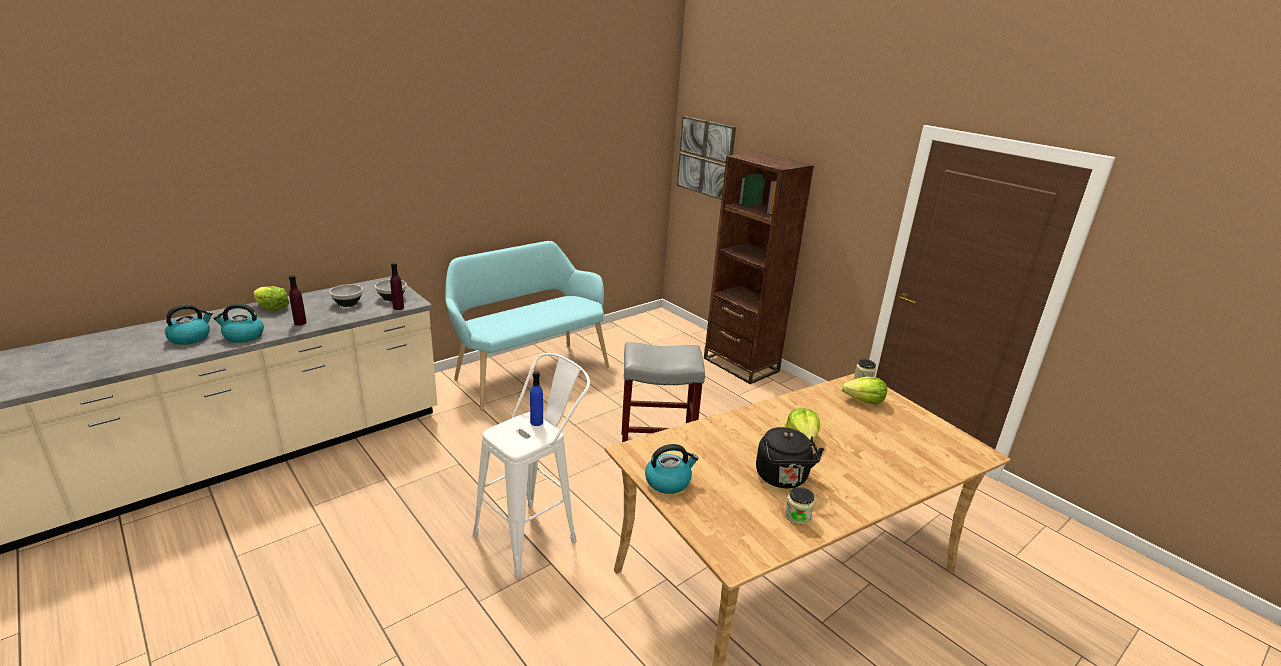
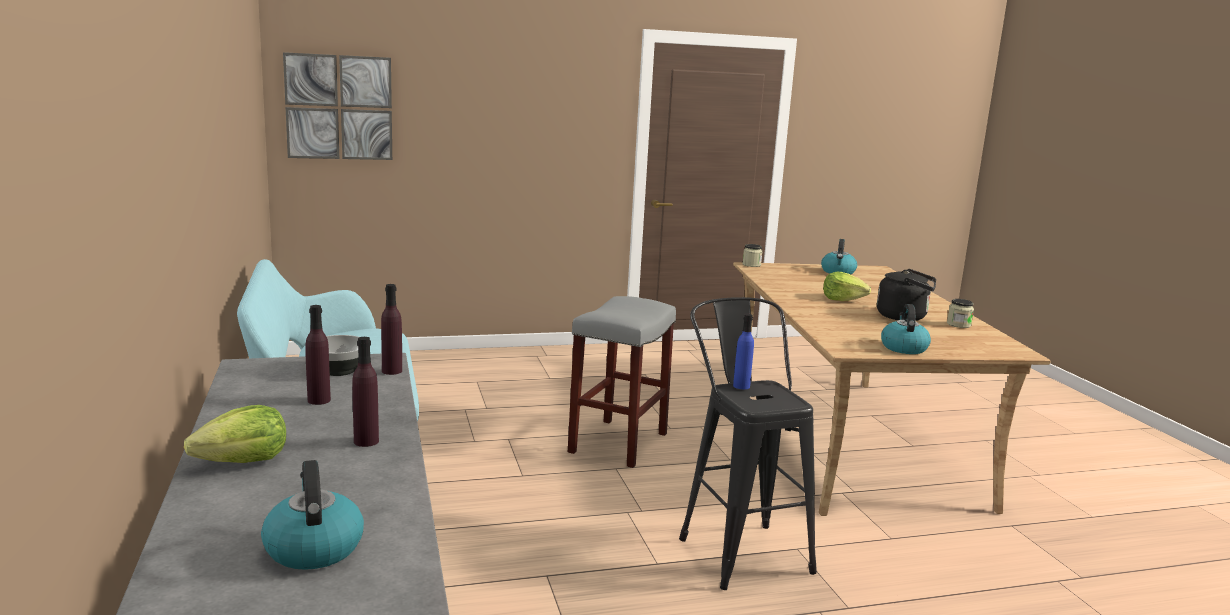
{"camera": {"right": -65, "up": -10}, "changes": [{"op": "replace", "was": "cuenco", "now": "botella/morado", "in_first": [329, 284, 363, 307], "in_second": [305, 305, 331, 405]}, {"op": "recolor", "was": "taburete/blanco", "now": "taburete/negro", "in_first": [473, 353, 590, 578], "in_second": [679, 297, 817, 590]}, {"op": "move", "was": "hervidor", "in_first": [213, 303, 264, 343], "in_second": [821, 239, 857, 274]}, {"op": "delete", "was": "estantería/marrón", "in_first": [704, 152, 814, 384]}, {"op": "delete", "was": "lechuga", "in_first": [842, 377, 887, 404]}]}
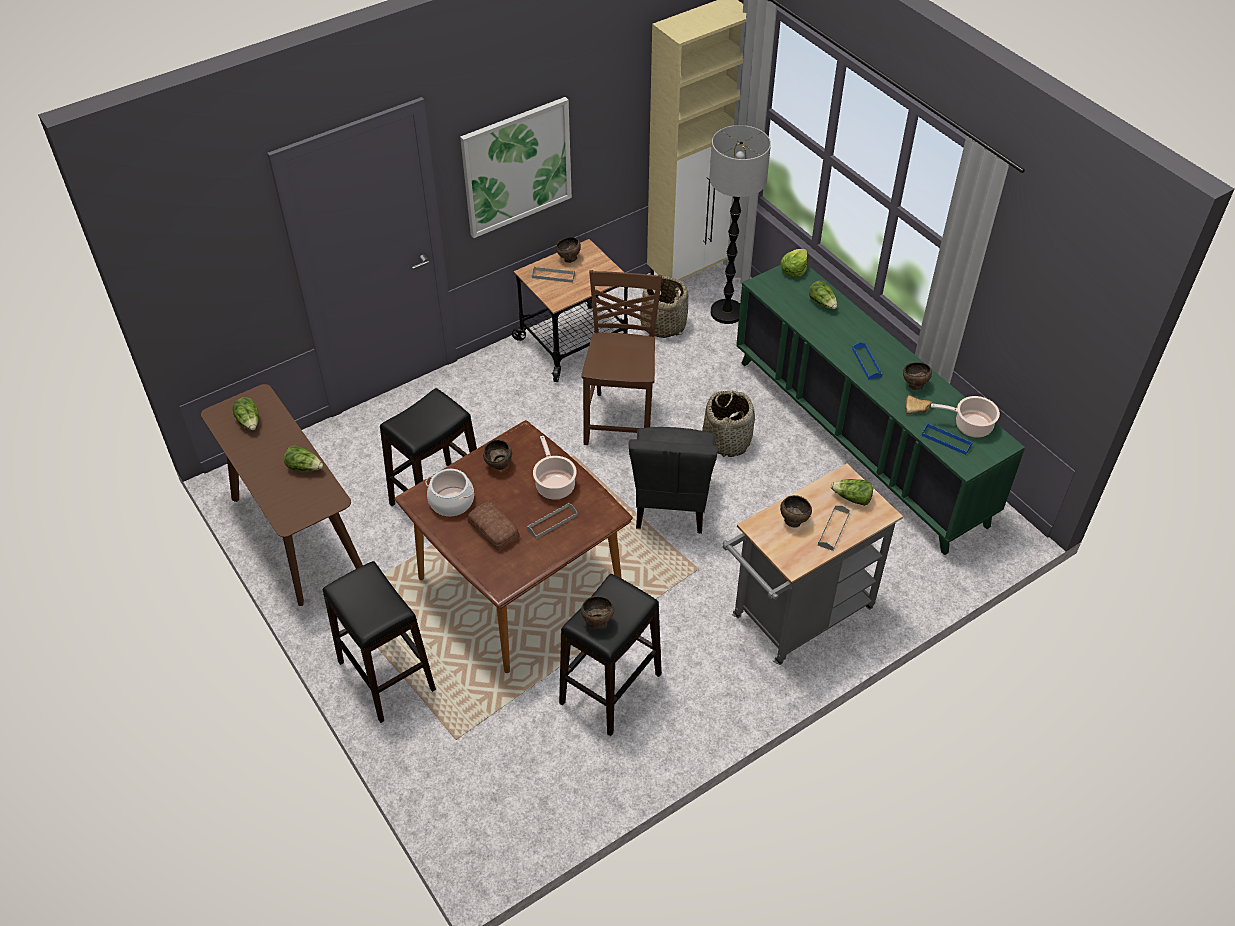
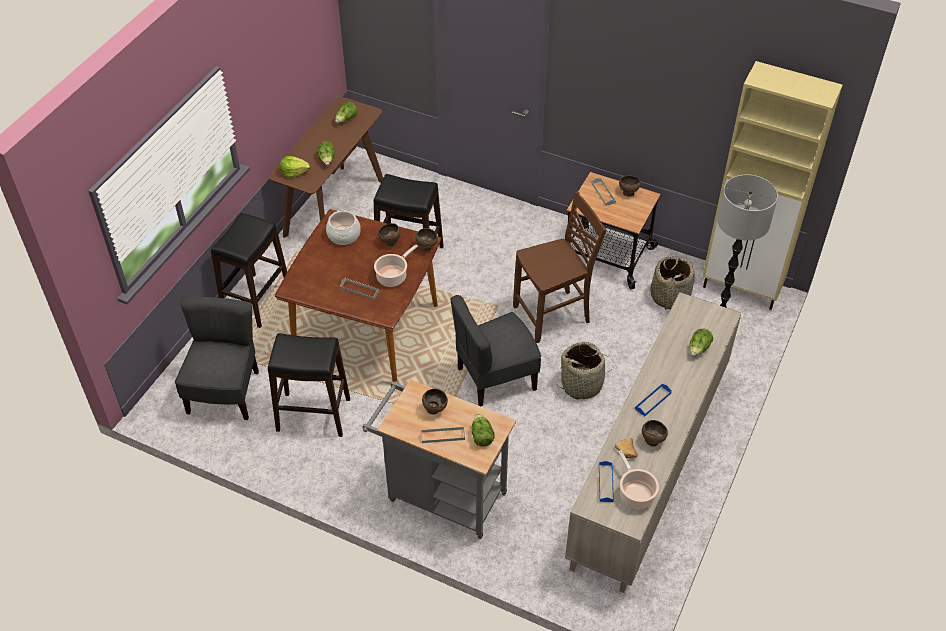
{"camera": {"right": 60, "up": 0}, "changes": [{"op": "insert", "now": "silla/gris", "in_second": [175, 296, 259, 420]}, {"op": "move", "was": "lechuga", "in_first": [780, 249, 807, 277], "in_second": [280, 156, 310, 178]}, {"op": "move", "was": "cuenco/marrón", "in_first": [581, 596, 614, 629], "in_second": [416, 228, 438, 251]}, {"op": "recolor", "was": "armario/verde", "now": "armario/beis", "in_first": [736, 265, 1025, 555], "in_second": [565, 292, 741, 593]}, {"op": "delete", "was": "cuadro", "in_first": [460, 97, 572, 238]}, {"op": "delete", "was": "pan", "in_first": [467, 502, 520, 551]}]}
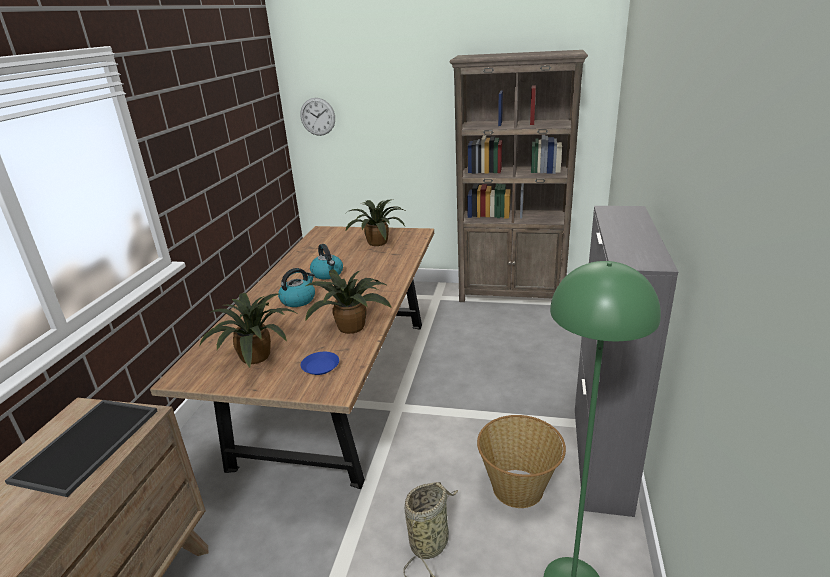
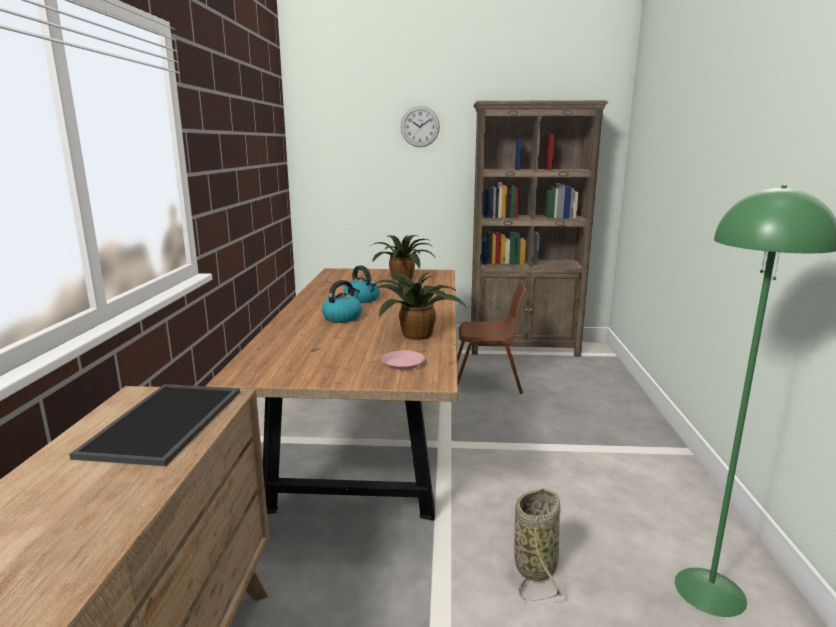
{"camera": {"right": -10, "up": -10}, "changes": [{"op": "recolor", "was": "plato/azul", "now": "plato/rosa", "in_first": [301, 352, 339, 375], "in_second": [381, 350, 425, 370]}, {"op": "move", "was": "reloj de pared", "in_first": [300, 98, 335, 136], "in_second": [401, 106, 440, 147]}, {"op": "insert", "now": "silla/marrón", "in_second": [457, 283, 526, 394]}, {"op": "delete", "was": "planta en maceta", "in_first": [199, 293, 296, 368]}, {"op": "delete", "was": "cesta", "in_first": [477, 415, 566, 508]}, {"op": "delete", "was": "armario/gris", "in_first": [575, 206, 678, 517]}]}
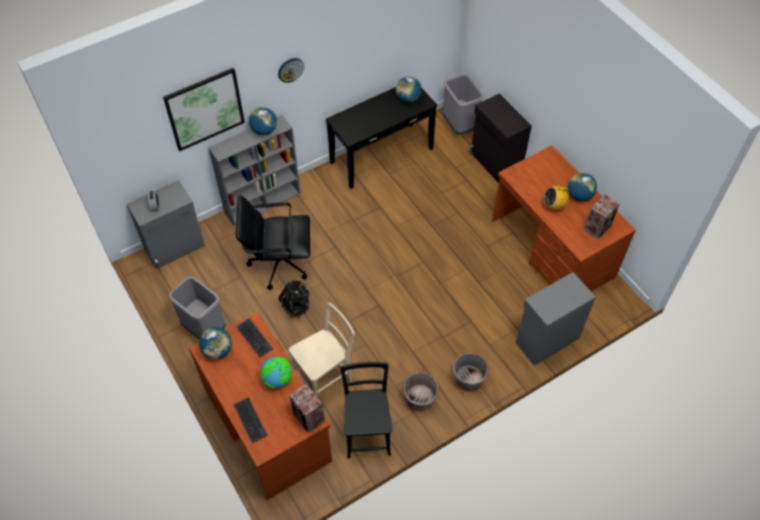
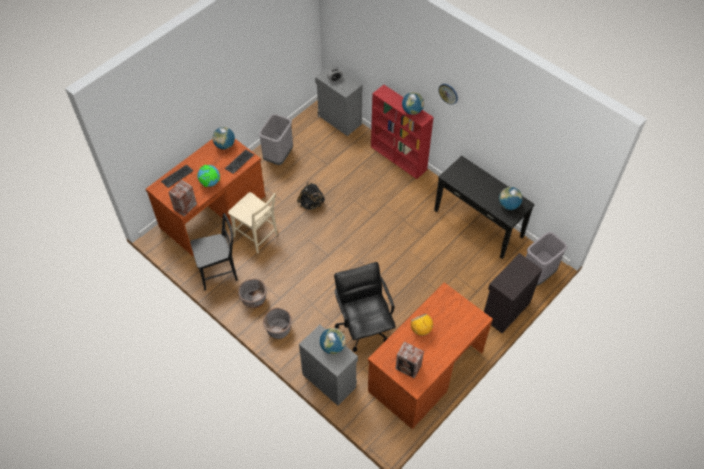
{"camera": {"right": 75, "up": 0}, "changes": [{"op": "move", "was": "globo terráqueo", "in_first": [568, 173, 597, 201], "in_second": [320, 328, 346, 354]}, {"op": "move", "was": "silla de oficina/negro", "in_first": [236, 195, 310, 290], "in_second": [334, 262, 396, 352]}, {"op": "recolor", "was": "estantería/gris", "now": "estantería/rojo", "in_first": [208, 115, 301, 226], "in_second": [371, 85, 434, 179]}, {"op": "delete", "was": "cuadro", "in_first": [163, 68, 245, 151]}]}
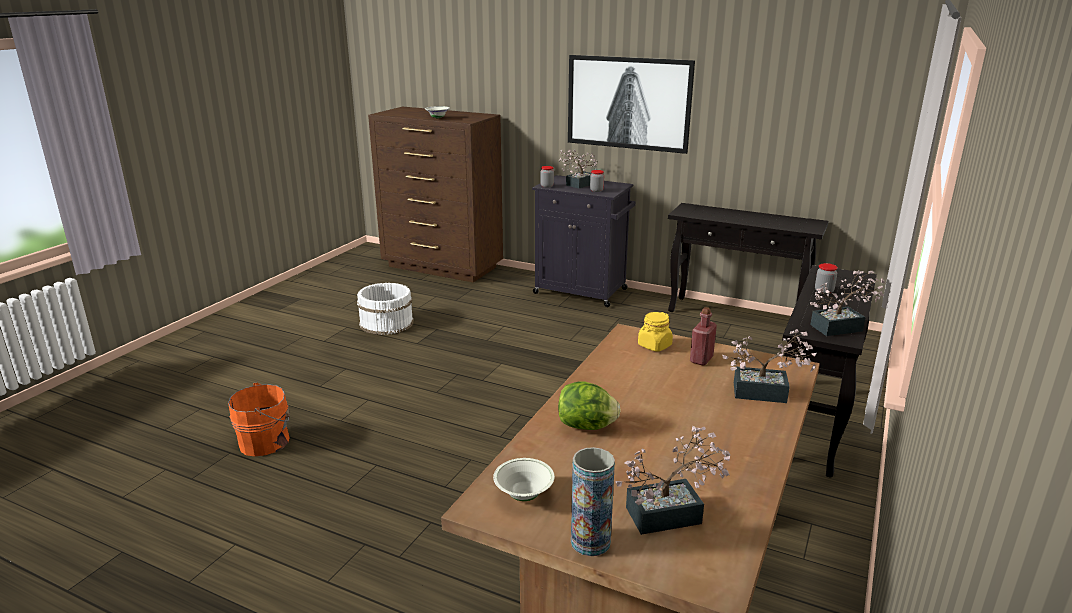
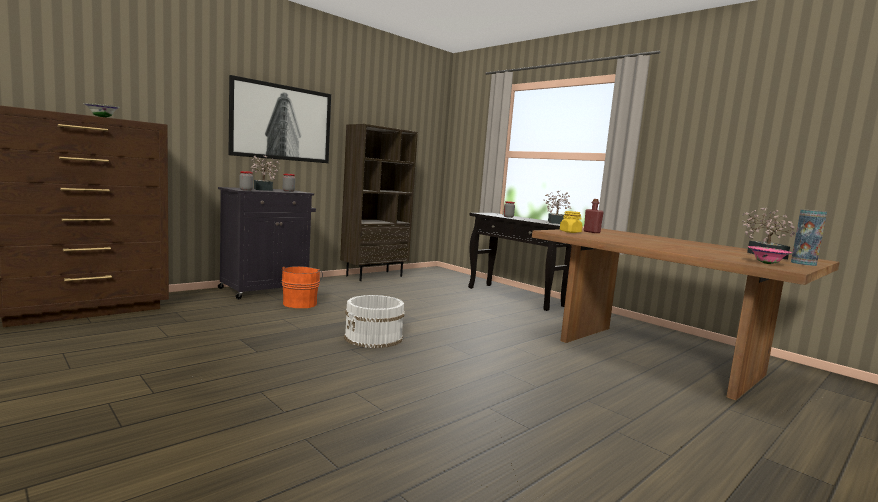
{"camera": {"right": -70, "up": -15}, "changes": [{"op": "move", "was": "cubo/naranja", "in_first": [228, 382, 290, 456], "in_second": [281, 266, 323, 308]}, {"op": "replace", "was": "mesa consola/negro", "now": "estantería/marrón", "in_first": [668, 203, 829, 312], "in_second": [340, 124, 418, 281]}, {"op": "move", "was": "cubo/blanco", "in_first": [357, 283, 414, 335], "in_second": [344, 295, 405, 348]}, {"op": "recolor", "was": "cuenco/blanco", "now": "cuenco/rosa", "in_first": [493, 458, 555, 501], "in_second": [748, 246, 792, 264]}, {"op": "delete", "was": "lechuga", "in_first": [558, 381, 621, 430]}, {"op": "delete", "was": "planta en maceta", "in_first": [723, 329, 816, 403]}]}
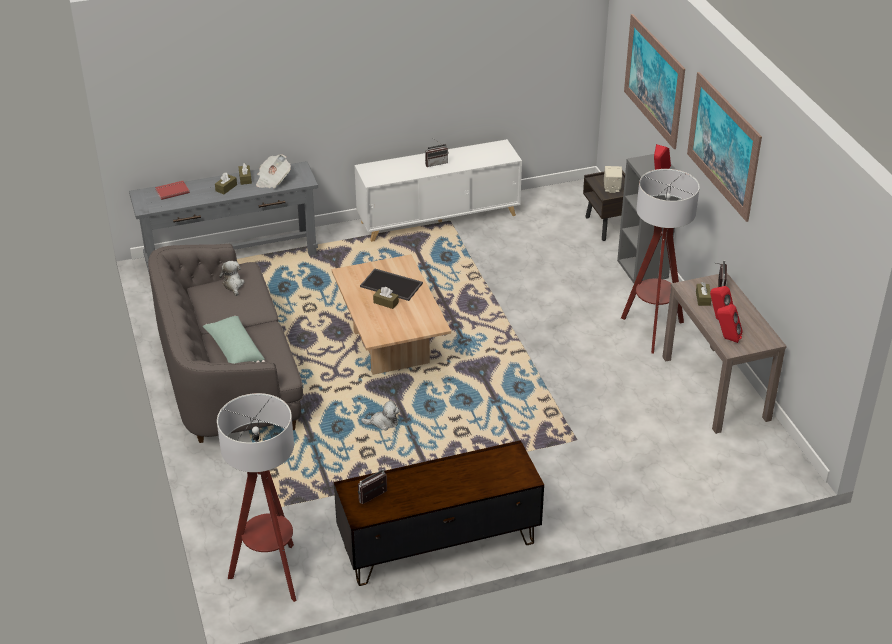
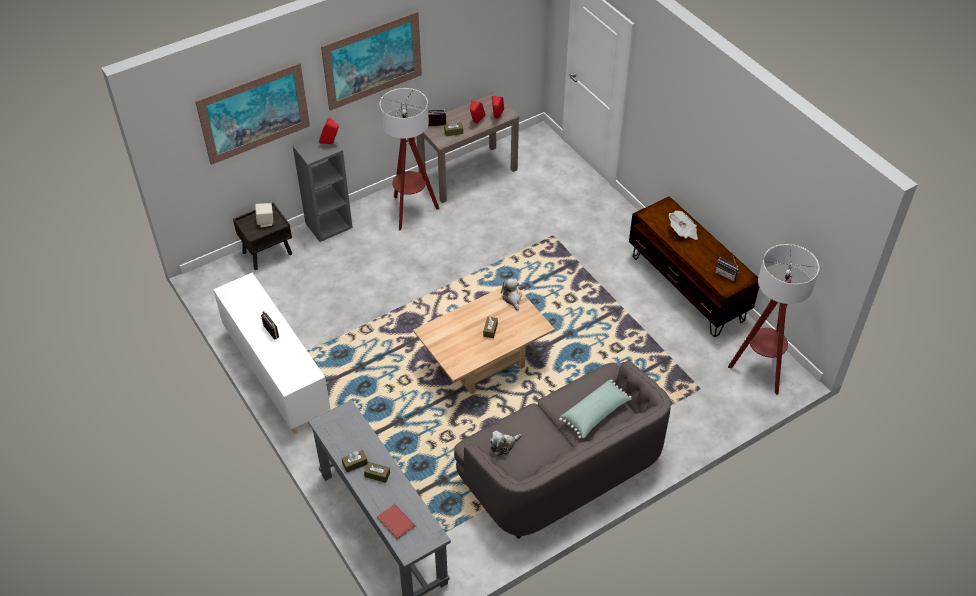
{"camera": {"right": -105, "up": 10}, "changes": [{"op": "move", "was": "peluche", "in_first": [361, 401, 400, 431], "in_second": [501, 278, 522, 311]}, {"op": "move", "was": "periódico", "in_first": [256, 154, 291, 188], "in_second": [669, 211, 698, 240]}, {"op": "delete", "was": "bandeja", "in_first": [360, 269, 423, 301]}]}
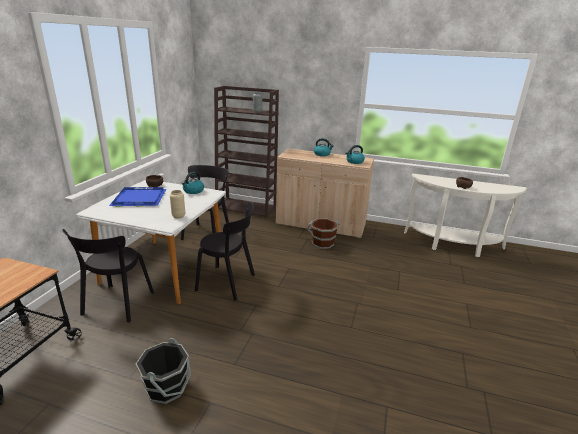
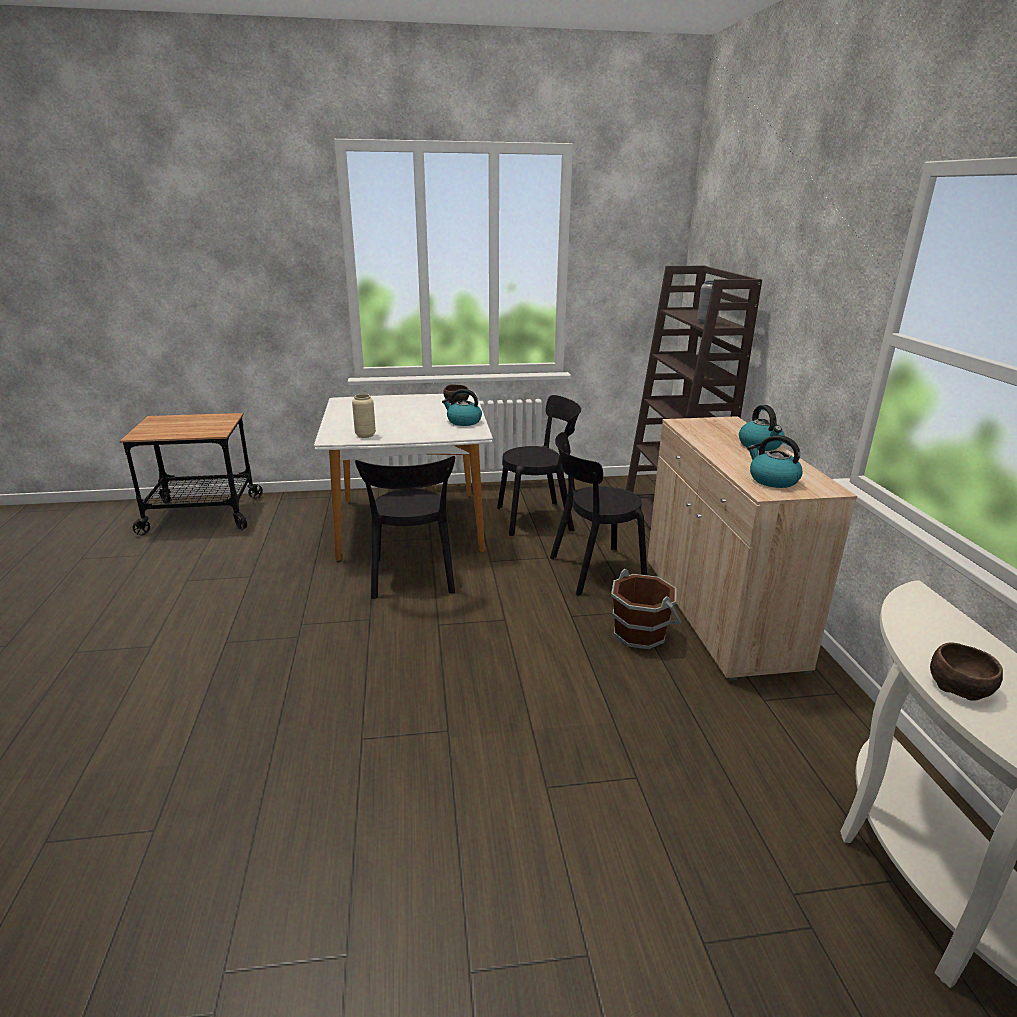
{"camera": {"right": 65, "up": 0}, "changes": [{"op": "move", "was": "silla/negro", "in_first": [63, 229, 154, 322], "in_second": [550, 432, 647, 596]}, {"op": "delete", "was": "bandeja/azul", "in_first": [109, 187, 166, 207]}, {"op": "delete", "was": "cubo/negro", "in_first": [136, 338, 191, 404]}]}
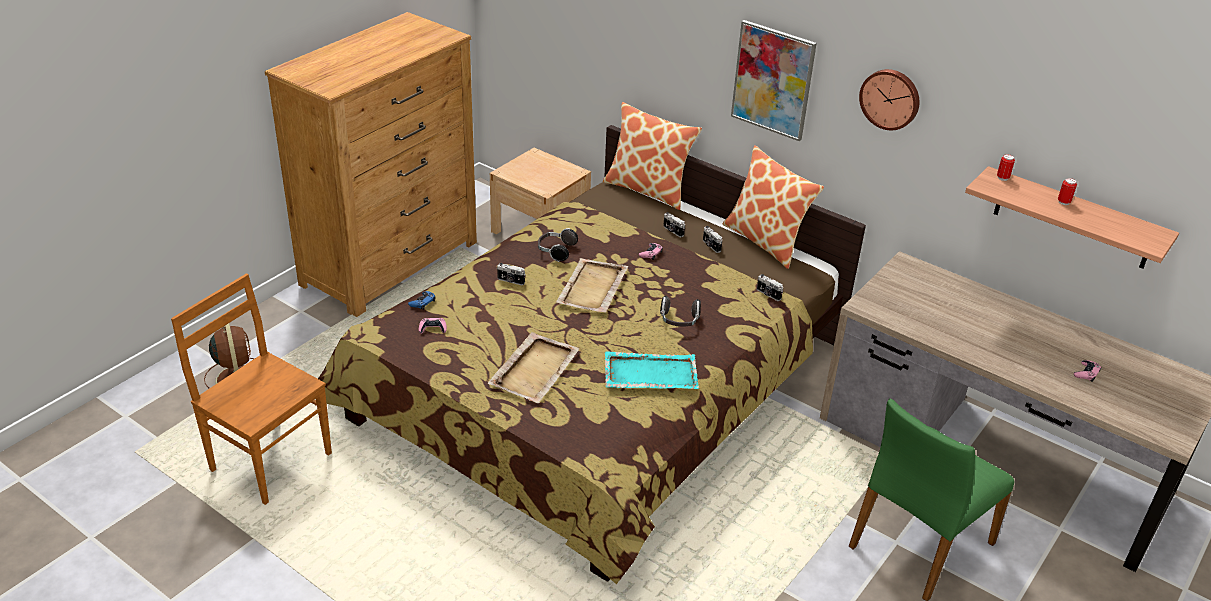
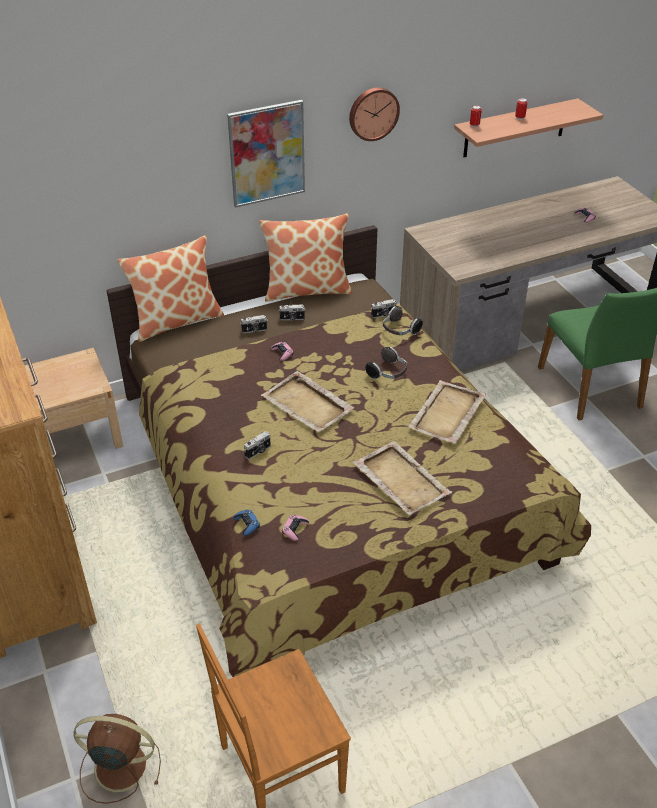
{"camera": {"right": -60, "up": 5}, "changes": [{"op": "move", "was": "auriculares", "in_first": [538, 228, 578, 262], "in_second": [383, 306, 423, 335]}, {"op": "recolor", "was": "bandeja/turquesa", "now": "bandeja/beis", "in_first": [605, 351, 699, 389], "in_second": [408, 380, 486, 444]}]}
